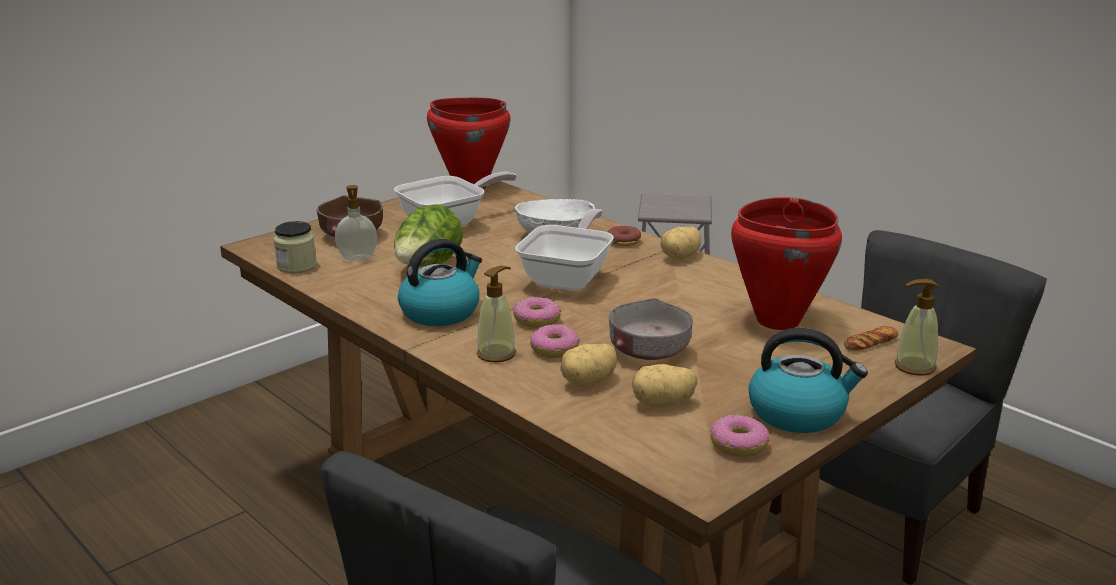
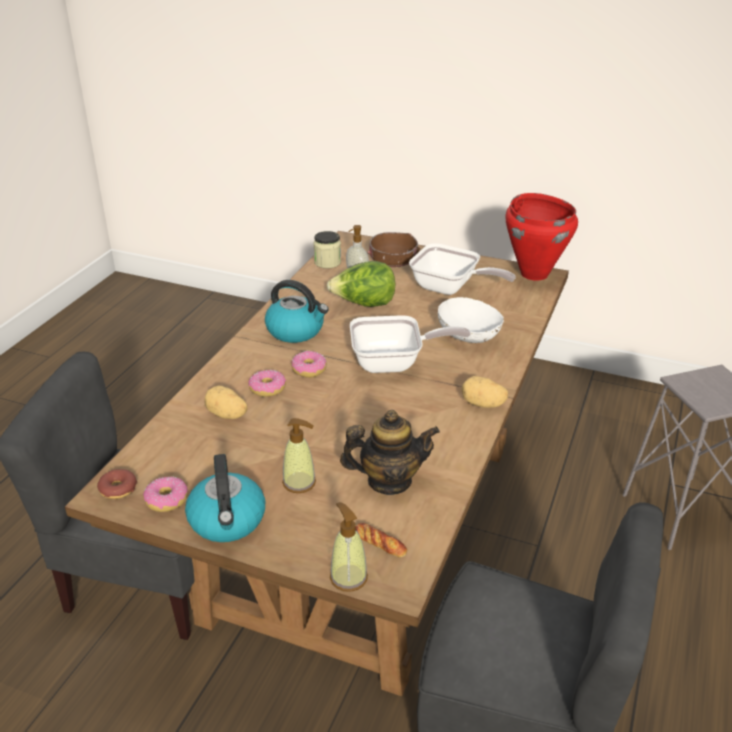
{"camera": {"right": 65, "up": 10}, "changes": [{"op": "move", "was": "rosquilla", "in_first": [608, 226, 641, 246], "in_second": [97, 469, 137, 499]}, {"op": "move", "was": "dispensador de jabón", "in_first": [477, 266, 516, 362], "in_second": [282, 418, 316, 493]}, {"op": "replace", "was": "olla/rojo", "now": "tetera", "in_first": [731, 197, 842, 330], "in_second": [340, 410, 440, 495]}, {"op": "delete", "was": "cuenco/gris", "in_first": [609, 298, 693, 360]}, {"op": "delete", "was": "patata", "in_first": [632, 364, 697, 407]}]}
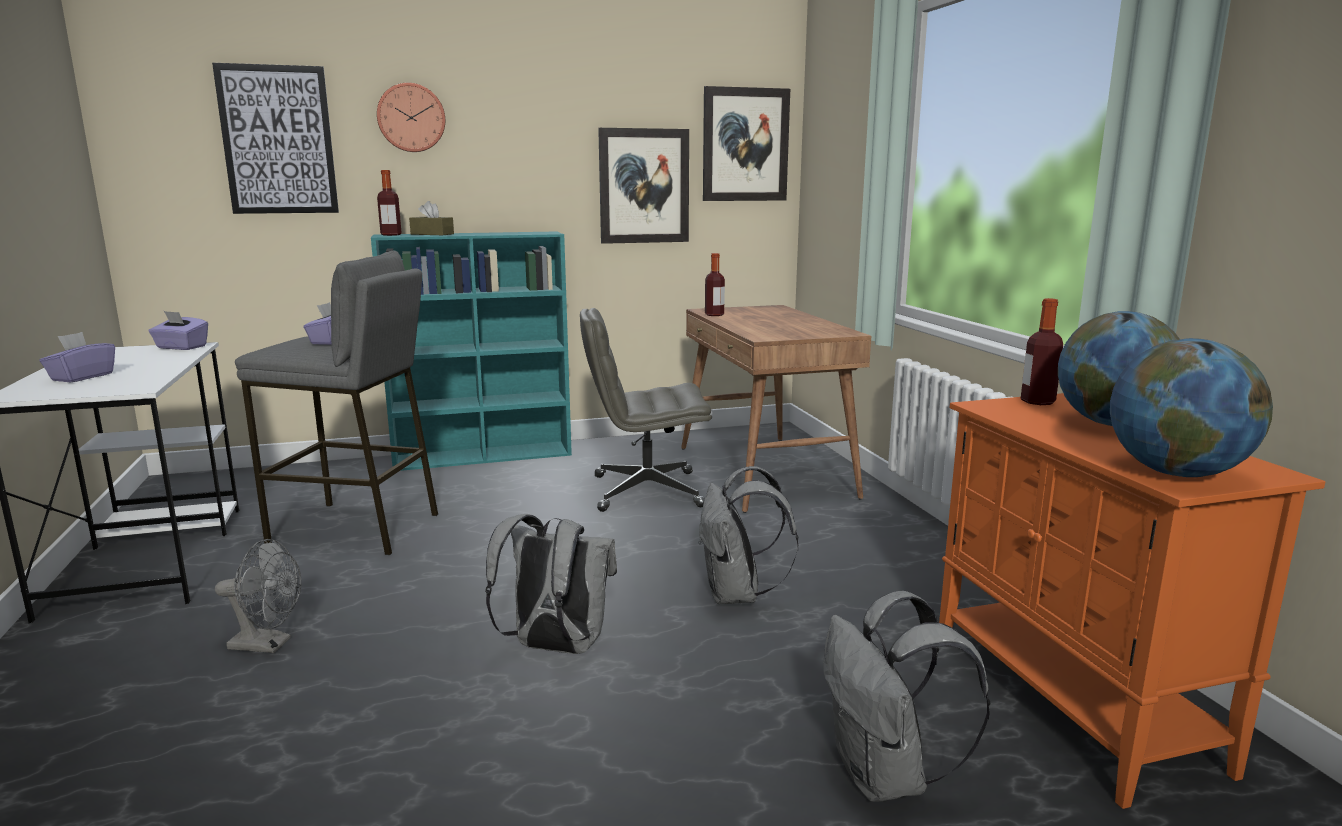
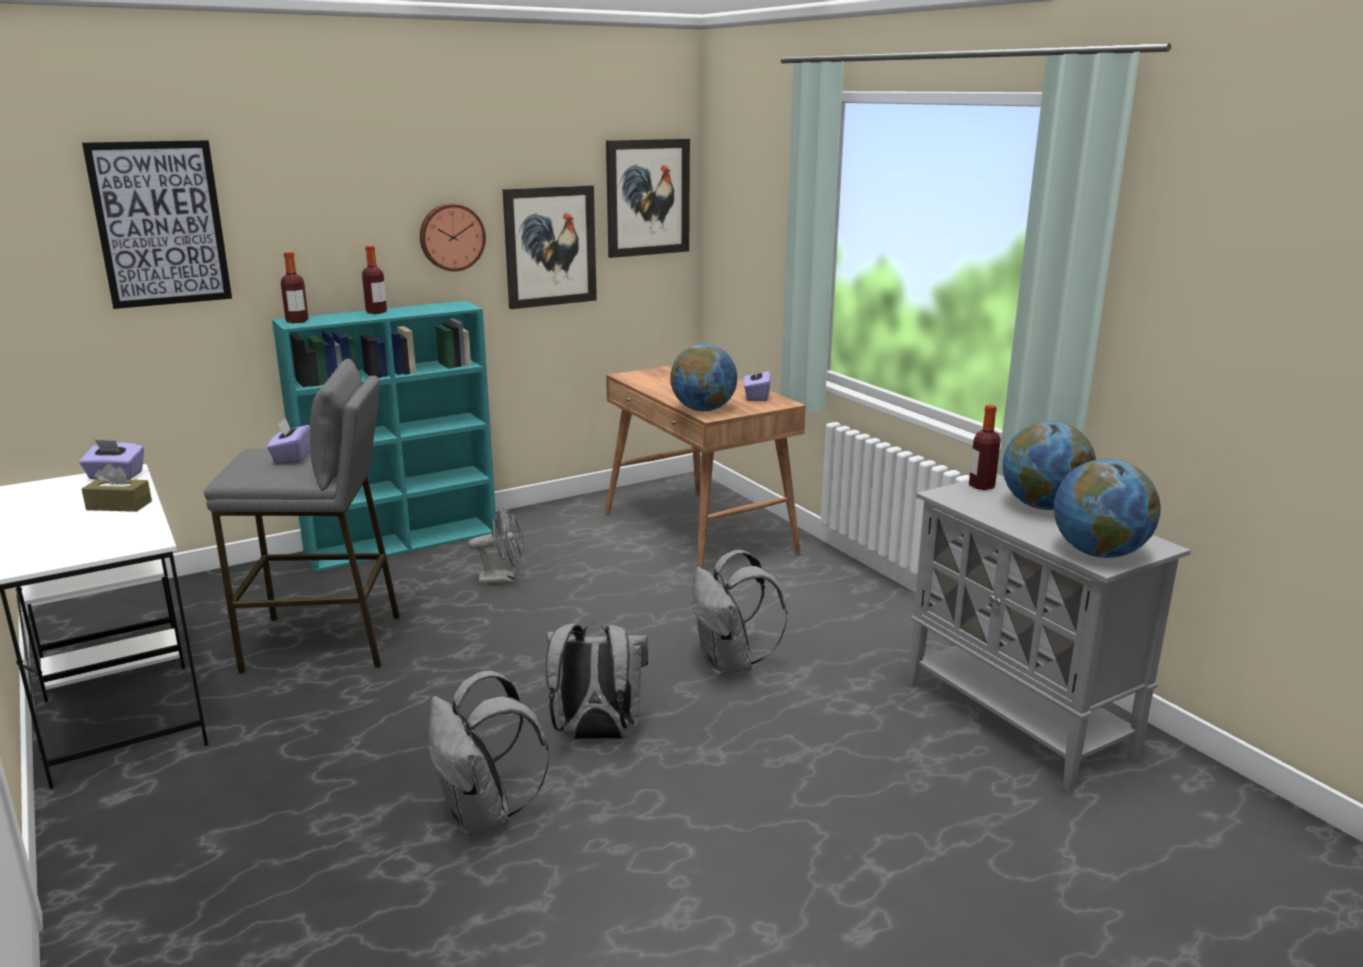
{"camera": {"right": -15, "up": 5}, "changes": [{"op": "move", "was": "caja de pañuelos/marrón", "in_first": [409, 201, 454, 235], "in_second": [82, 464, 152, 512]}, {"op": "move", "was": "botella", "in_first": [705, 253, 725, 316], "in_second": [362, 246, 387, 314]}, {"op": "move", "was": "reloj de pared", "in_first": [377, 83, 445, 152], "in_second": [420, 203, 486, 271]}, {"op": "move", "was": "mochila/gris", "in_first": [823, 591, 990, 802], "in_second": [428, 671, 549, 836]}, {"op": "move", "was": "ventilador/gris", "in_first": [215, 539, 302, 653], "in_second": [468, 507, 524, 585]}, {"op": "insert", "now": "globo terráqueo", "in_second": [670, 344, 737, 411]}, {"op": "move", "was": "caja de pañuelos/morado", "in_first": [40, 332, 115, 382], "in_second": [743, 366, 771, 401]}, {"op": "recolor", "was": "armario/naranja", "now": "armario/gris", "in_first": [939, 393, 1326, 809], "in_second": [907, 474, 1191, 793]}, {"op": "delete", "was": "silla de oficina/gris", "in_first": [580, 308, 712, 512]}]}
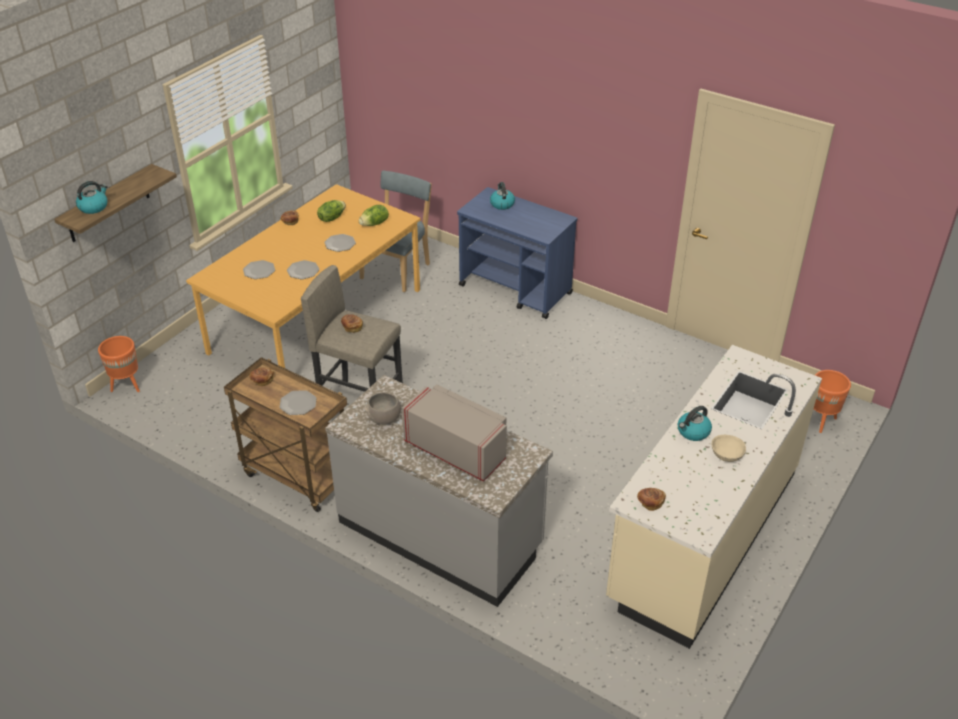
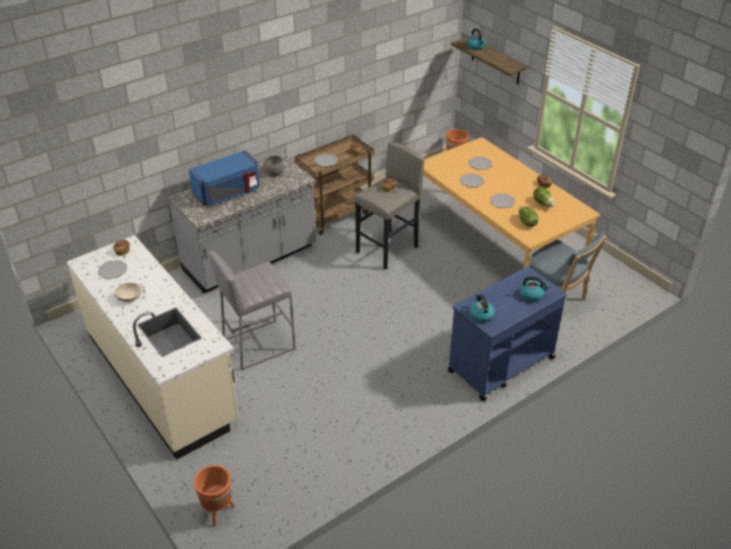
{"camera": {"right": 110, "up": 0}, "changes": [{"op": "insert", "now": "plato", "in_second": [98, 260, 127, 279]}, {"op": "recolor", "was": "microondas/gris", "now": "microondas/azul", "in_first": [402, 384, 507, 482], "in_second": [189, 150, 260, 206]}, {"op": "insert", "now": "taburete/gris", "in_second": [209, 251, 296, 370]}, {"op": "move", "was": "hervidor", "in_first": [678, 406, 712, 441], "in_second": [469, 294, 495, 323]}]}
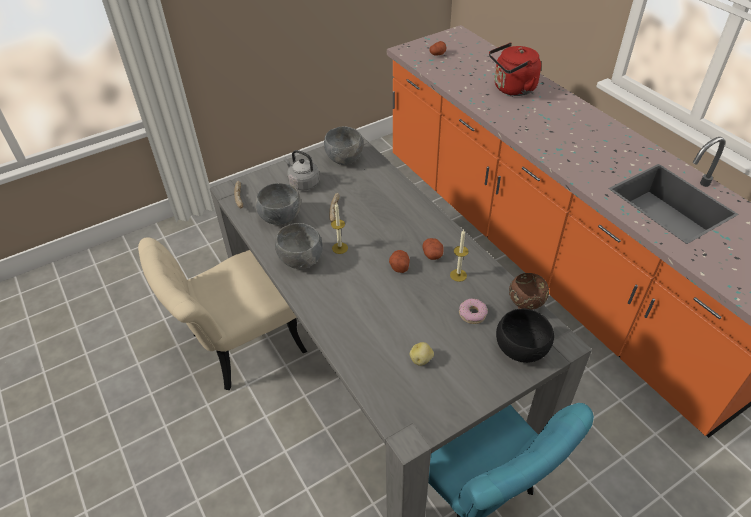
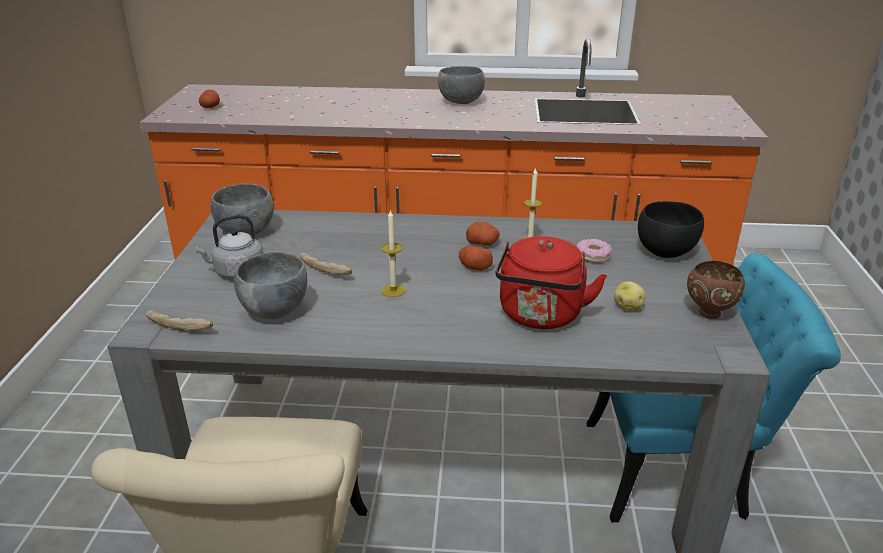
{"camera": {"right": -55, "up": -15}, "changes": [{"op": "move", "was": "cuenco/gris", "in_first": [275, 223, 323, 269], "in_second": [438, 66, 485, 104]}, {"op": "move", "was": "hervidor/rojo", "in_first": [489, 43, 541, 96], "in_second": [495, 236, 607, 329]}, {"op": "move", "was": "cuenco/marrón", "in_first": [509, 273, 549, 310], "in_second": [687, 261, 745, 319]}]}
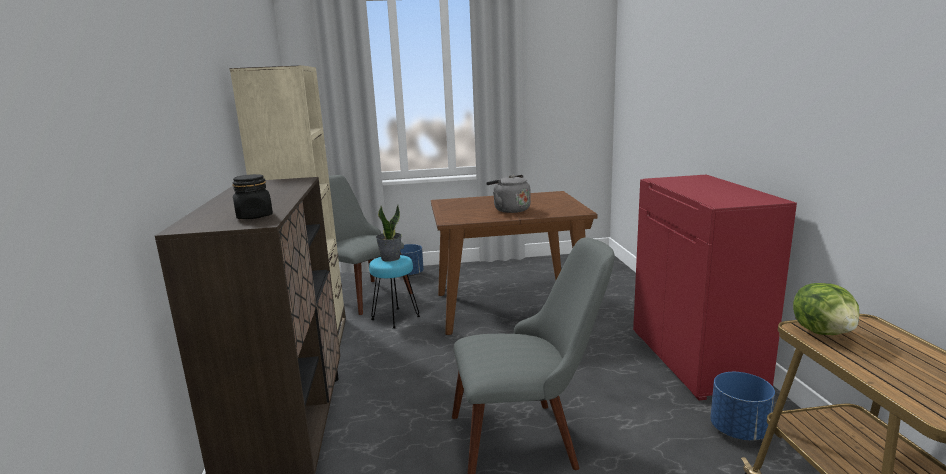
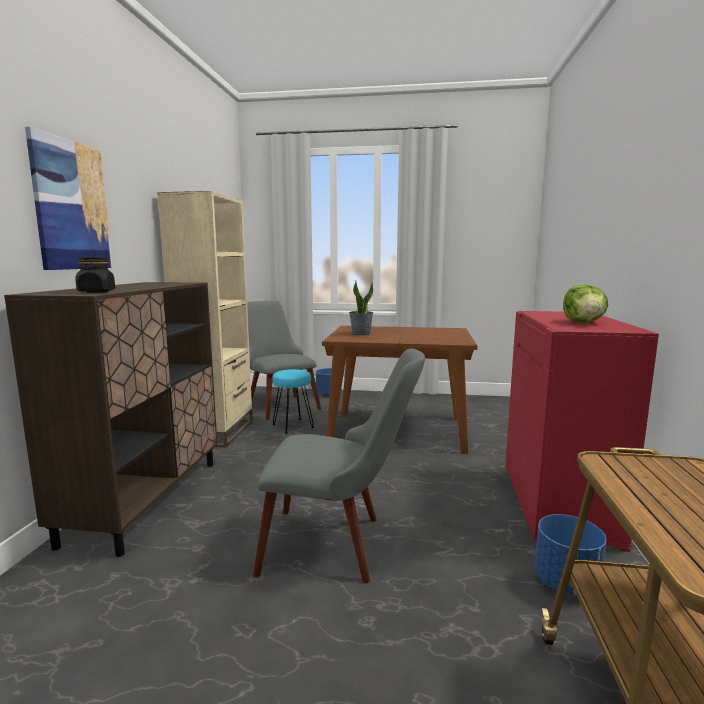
{"camera": {"right": 15, "up": -5}, "changes": [{"op": "insert", "now": "cuadro", "in_second": [25, 127, 112, 270]}, {"op": "move", "was": "planta en maceta", "in_first": [376, 204, 402, 261], "in_second": [349, 281, 373, 336]}, {"op": "move", "was": "lechuga", "in_first": [793, 283, 859, 335], "in_second": [563, 285, 608, 323]}, {"op": "delete", "was": "hervidor/gris", "in_first": [486, 175, 531, 213]}]}
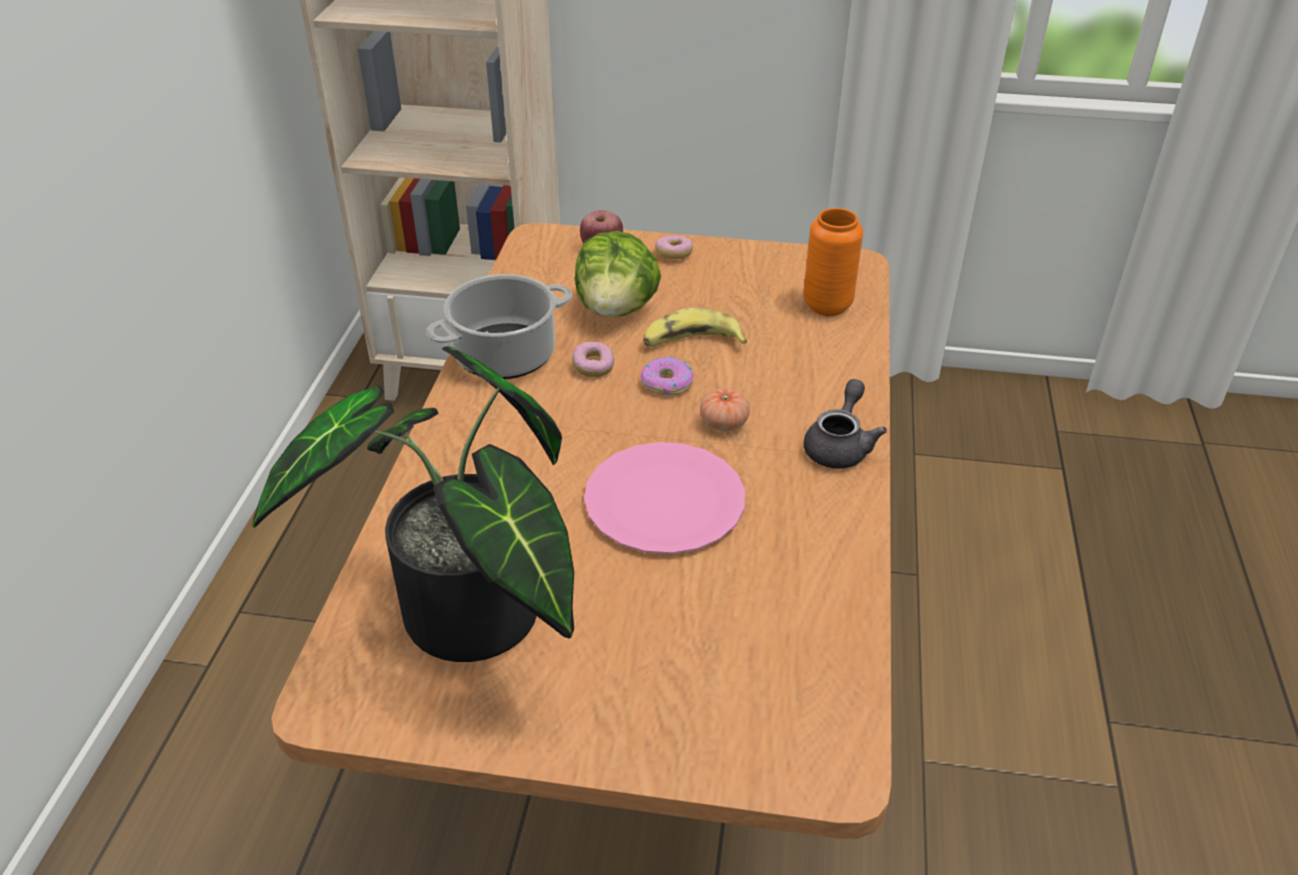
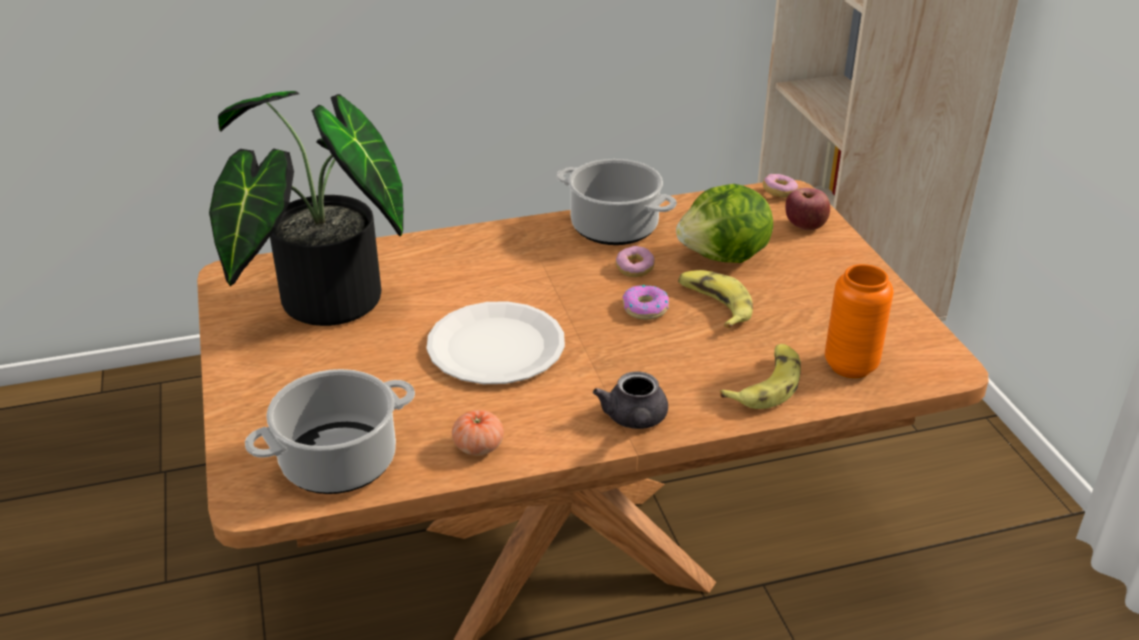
{"camera": {"right": 65, "up": -5}, "changes": [{"op": "insert", "now": "olla", "in_second": [245, 369, 415, 494]}, {"op": "recolor", "was": "plato/rosa", "now": "plato/blanco", "in_first": [584, 442, 745, 554], "in_second": [427, 301, 565, 384]}, {"op": "move", "was": "tomate", "in_first": [700, 388, 750, 431], "in_second": [452, 410, 504, 456]}, {"op": "rotate", "was": "tetera/gris", "in_first": [804, 379, 887, 469], "in_second": [593, 371, 668, 429], "clockwise": 90}, {"op": "insert", "now": "plátano", "in_second": [720, 344, 801, 409]}, {"op": "move", "was": "rosquilla", "in_first": [655, 235, 693, 259], "in_second": [763, 174, 798, 198]}]}
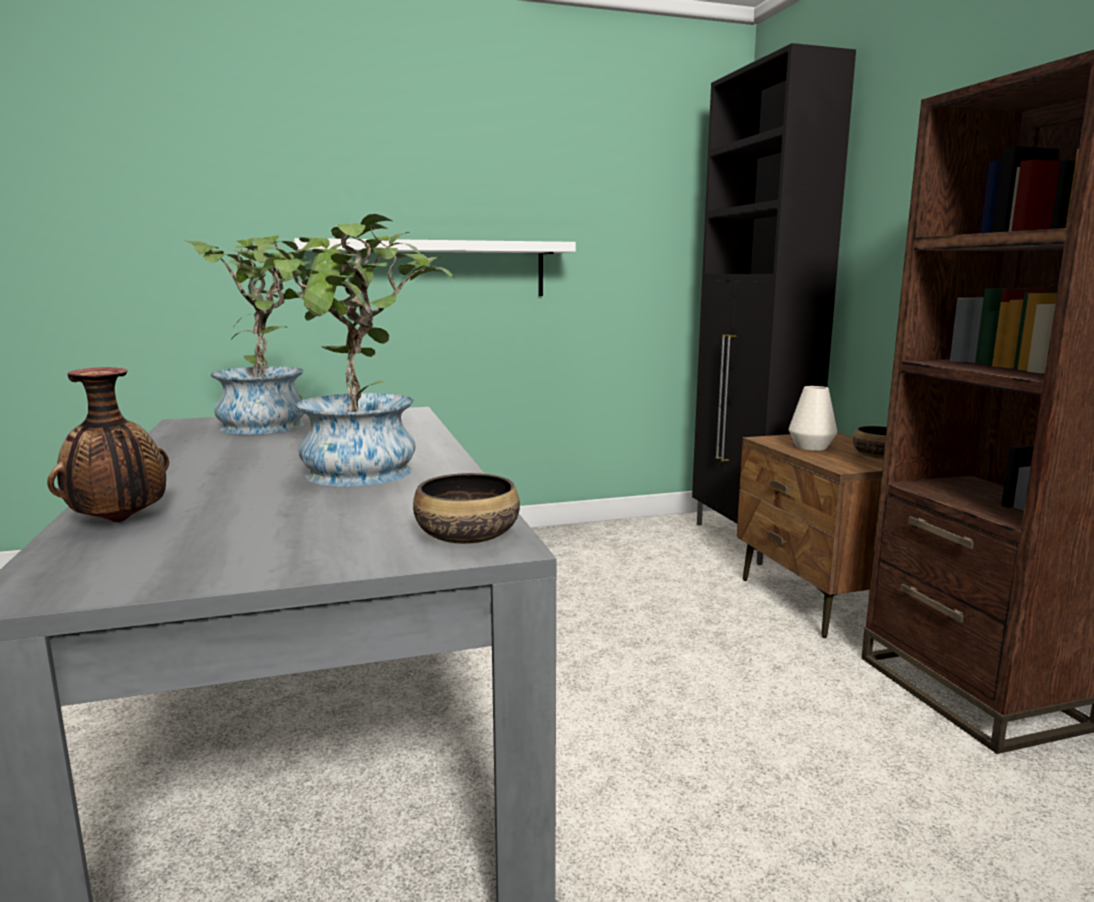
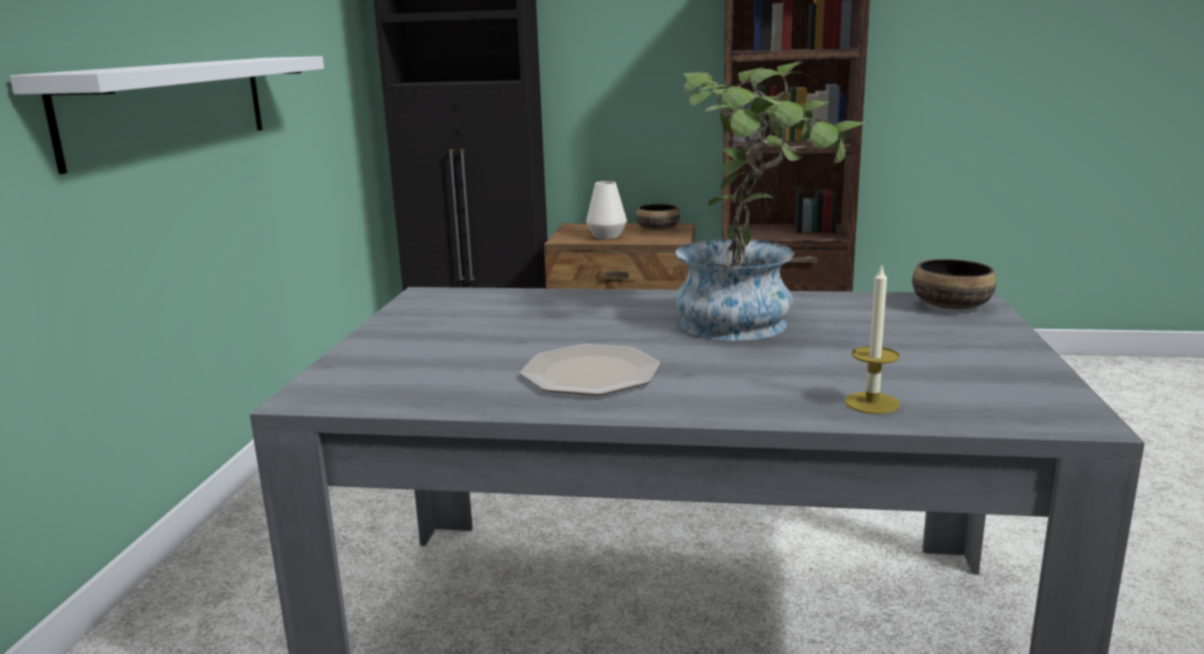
{"camera": {"right": -65, "up": 5}, "changes": [{"op": "insert", "now": "plato", "in_second": [520, 344, 661, 395]}, {"op": "replace", "was": "florero", "now": "vela", "in_first": [47, 367, 169, 522], "in_second": [845, 265, 900, 414]}, {"op": "delete", "was": "planta en maceta", "in_first": [187, 235, 311, 434]}]}
